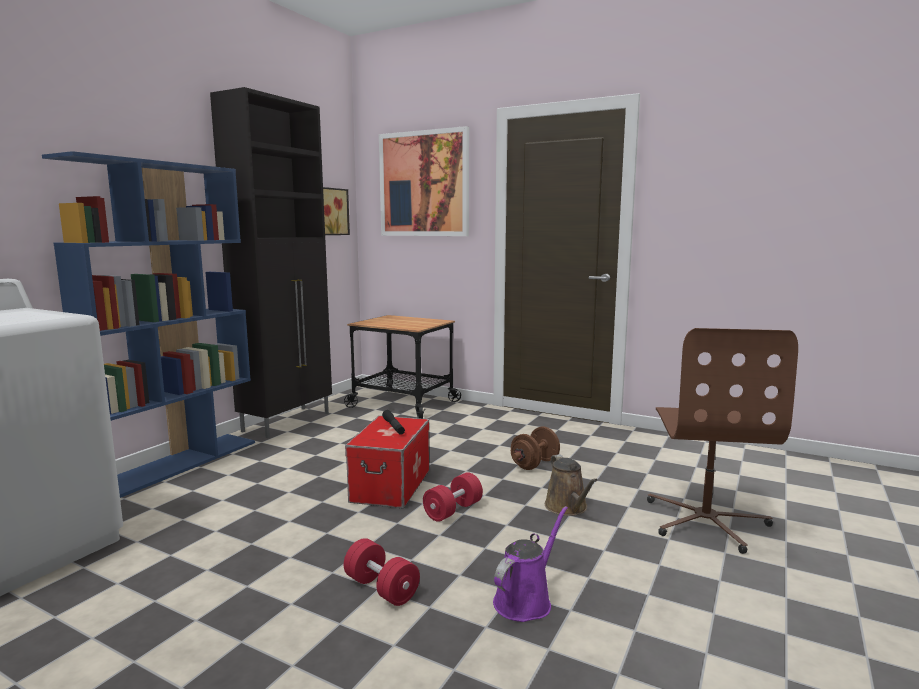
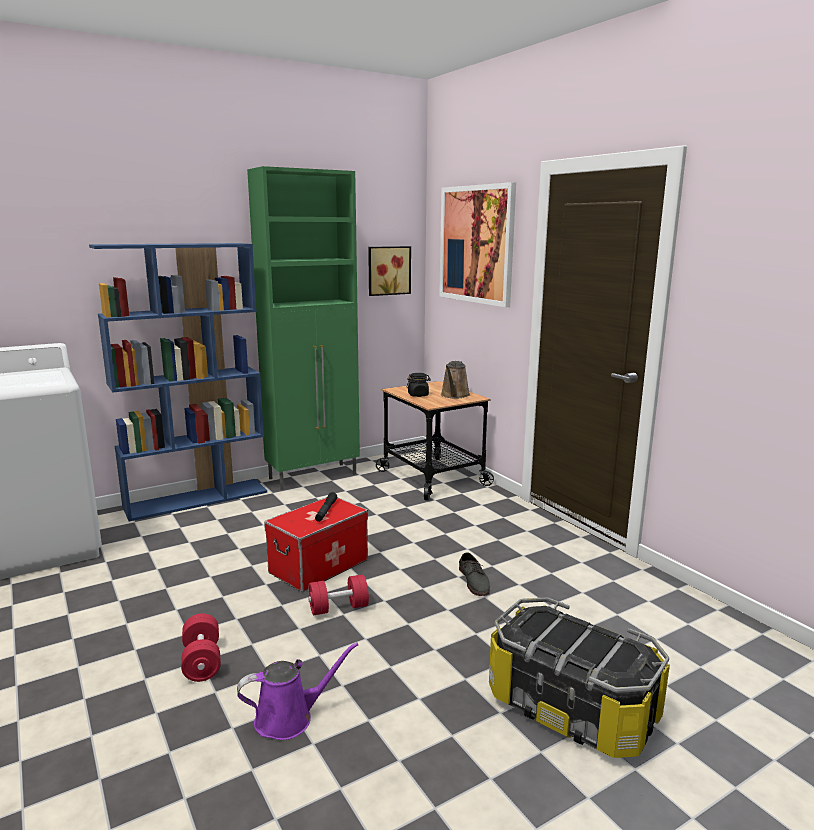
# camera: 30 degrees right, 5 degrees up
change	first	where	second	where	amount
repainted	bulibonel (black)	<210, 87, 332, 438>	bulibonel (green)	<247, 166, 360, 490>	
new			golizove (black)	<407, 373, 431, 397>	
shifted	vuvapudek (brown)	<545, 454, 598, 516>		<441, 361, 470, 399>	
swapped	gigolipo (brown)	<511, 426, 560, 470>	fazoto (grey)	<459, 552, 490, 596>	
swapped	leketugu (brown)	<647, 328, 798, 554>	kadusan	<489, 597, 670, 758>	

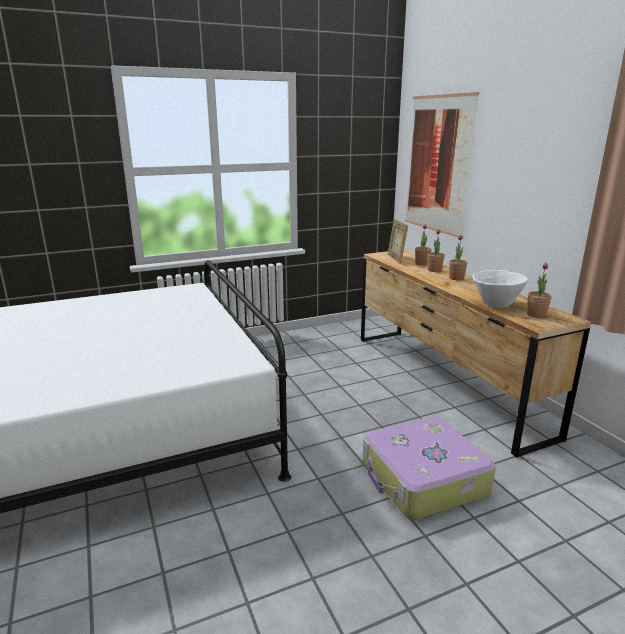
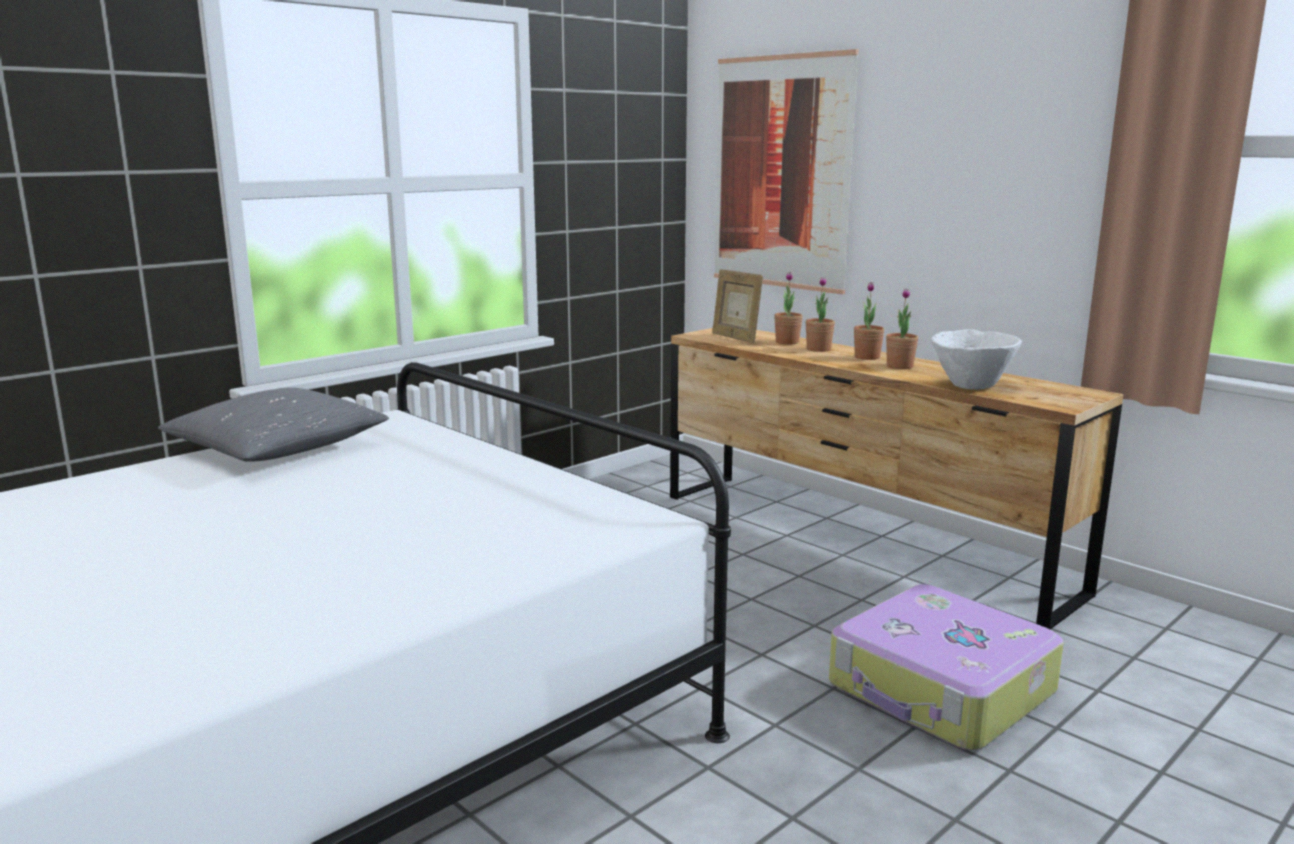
# camera: 20 degrees left, 5 degrees down
change	first	where	second	where	amount
new			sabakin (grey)	<158, 388, 389, 462>	
shifted	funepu	<527, 263, 552, 318>		<886, 288, 918, 369>	

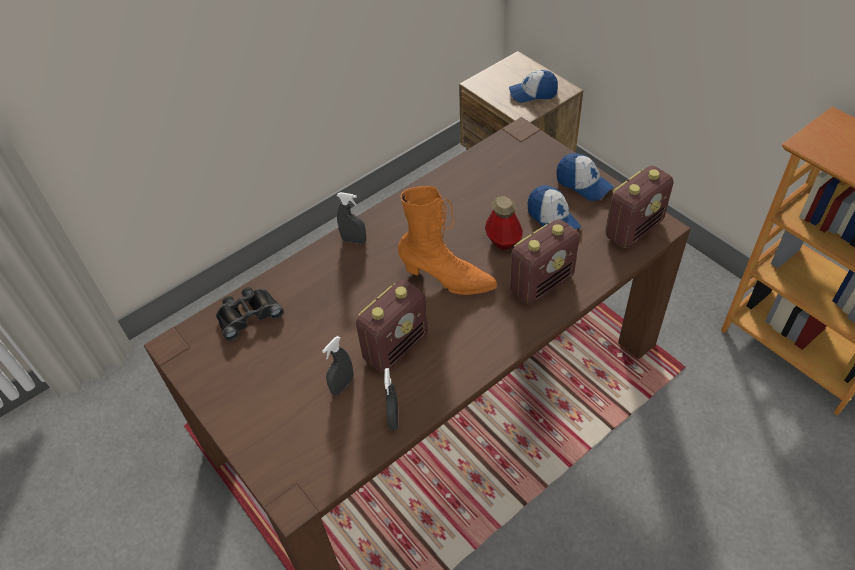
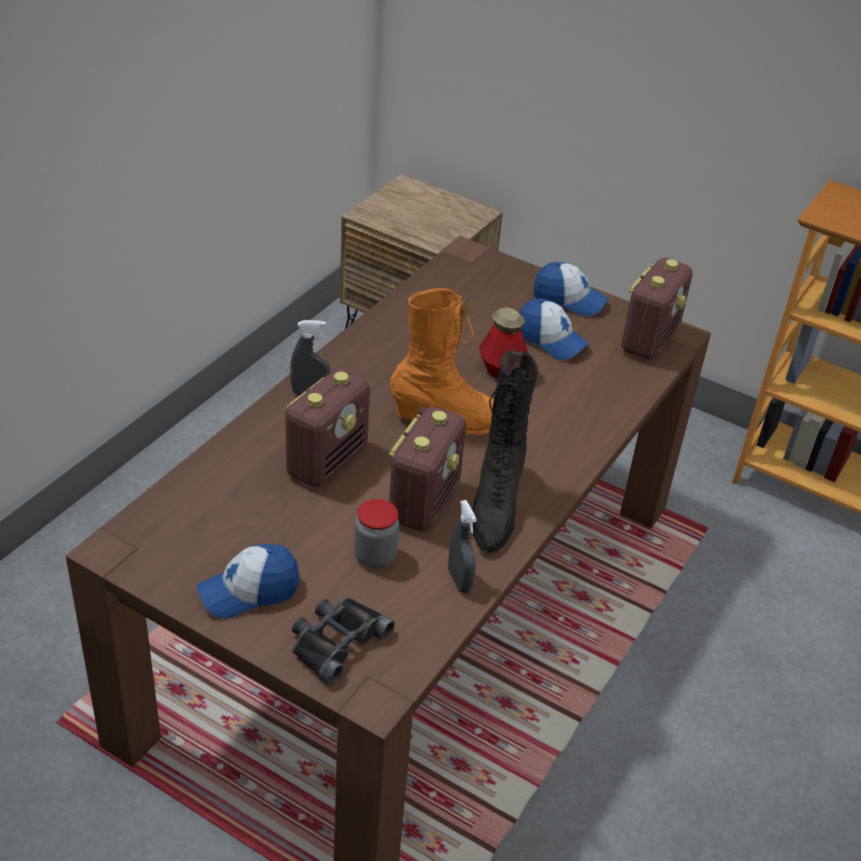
# camera: 25 degrees left, 10 degrees down
change	first	where	second	where	amount
shifted	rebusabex	<509, 70, 558, 103>		<196, 544, 299, 619>	
shifted	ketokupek	<510, 219, 579, 304>		<285, 368, 370, 487>	
shifted	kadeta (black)	<216, 287, 284, 341>		<292, 597, 395, 685>	
swapped	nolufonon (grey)	<322, 336, 353, 395>	golizove	<354, 499, 399, 568>	
new			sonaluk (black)	<472, 351, 539, 553>	

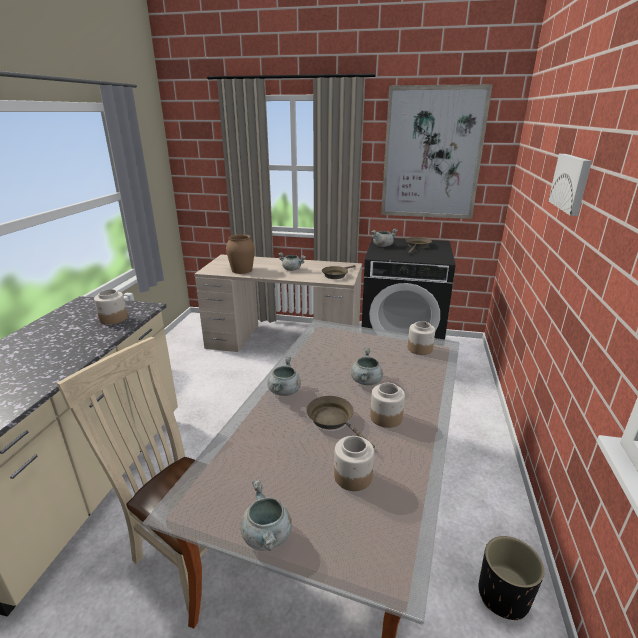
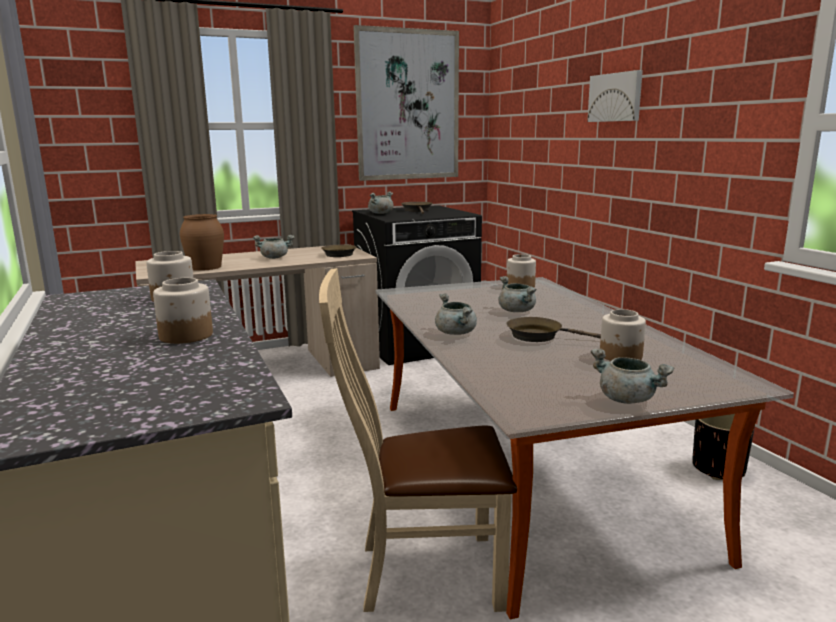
# camera: 35 degrees left, 10 degrees down
change	first	where	second	where	amount
shifted	golizove	<370, 383, 405, 428>		<153, 278, 213, 344>	

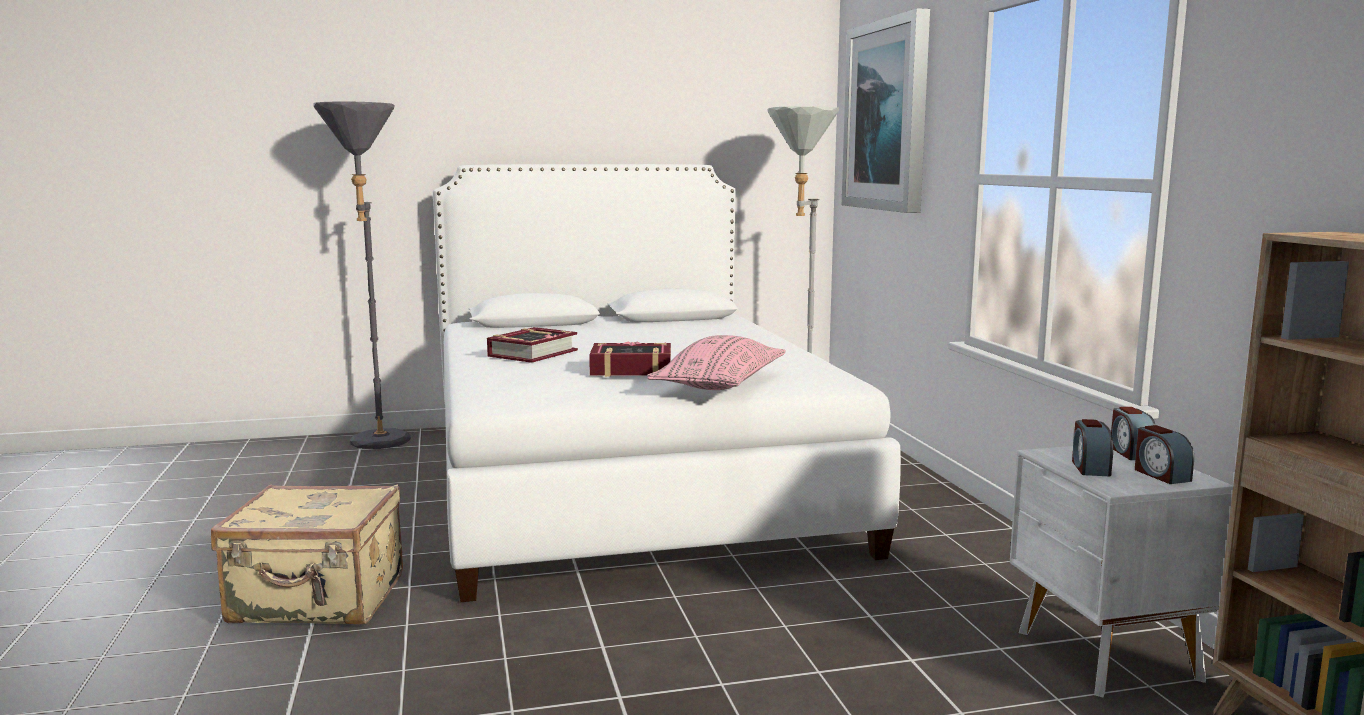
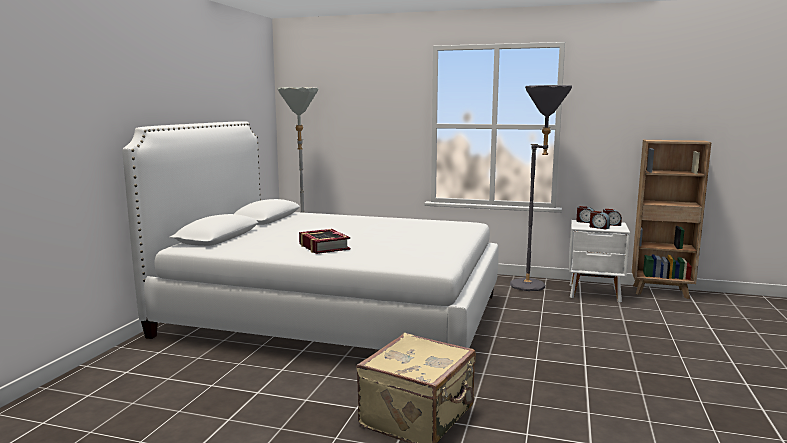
# camera: 60 degrees left, 0 degrees up
change	first	where	second	where	amount
shifted	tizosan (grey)	<313, 101, 411, 449>		<510, 85, 572, 291>	
gone	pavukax	<589, 341, 671, 377>			
gone	sabakin (pink)	<647, 335, 786, 390>			
gone	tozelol	<842, 8, 930, 213>			

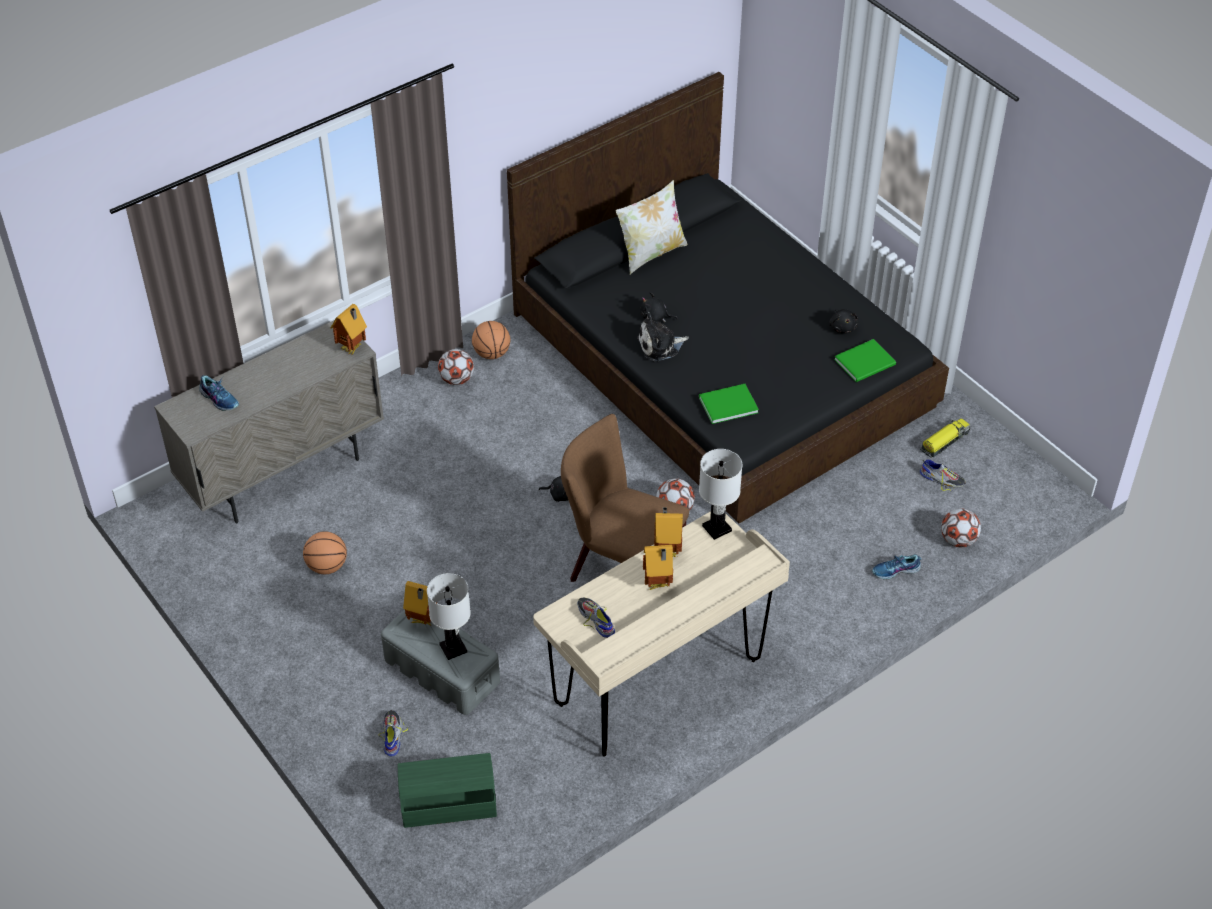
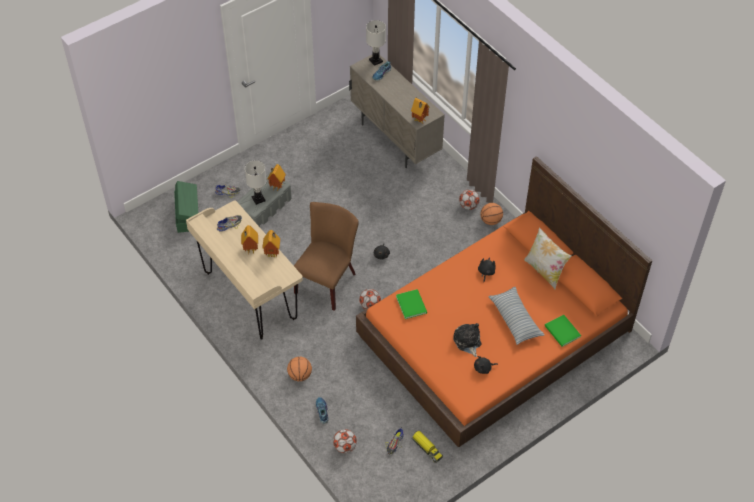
# camera: 90 degrees right, 5 degrees up
change	first	where	second	where	amount
shifted	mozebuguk	<303, 531, 347, 574>		<287, 357, 312, 381>	
repainted	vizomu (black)	<507, 72, 949, 523>	vizomu (orange)	<356, 156, 652, 447>	
shifted	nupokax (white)	<699, 449, 742, 540>		<366, 20, 386, 66>	
shifted	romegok	<637, 312, 689, 361>		<453, 323, 481, 357>	
new			sabakin	<488, 287, 545, 345>	
shifted	pavukax (green)	<834, 339, 896, 382>		<544, 315, 581, 347>	

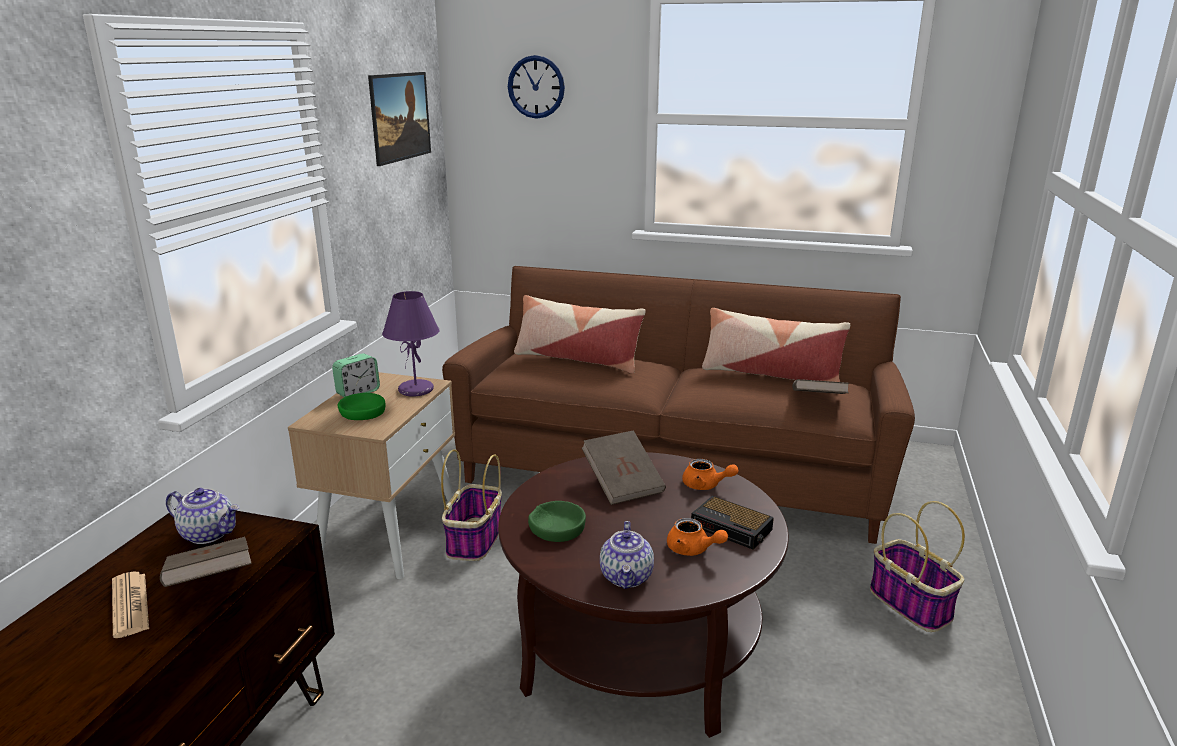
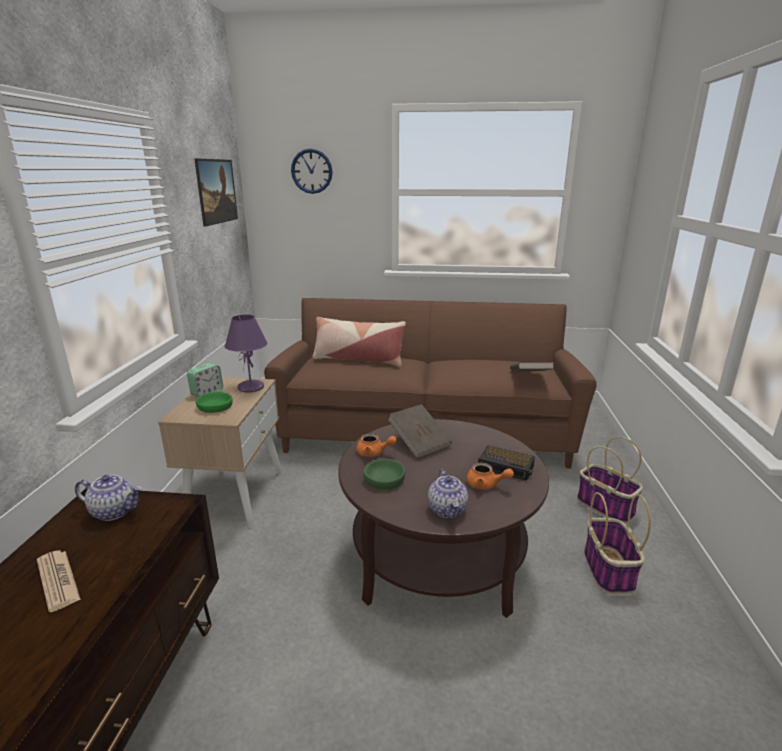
# camera: 10 degrees left, 0 degrees up
change	first	where	second	where	amount
shifted	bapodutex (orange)	<682, 459, 738, 490>		<357, 433, 397, 457>	
shifted	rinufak	<441, 449, 502, 561>		<584, 492, 651, 594>	
gone	pavukax (brown)	<160, 537, 252, 587>			
gone	sabakin	<702, 308, 850, 382>			

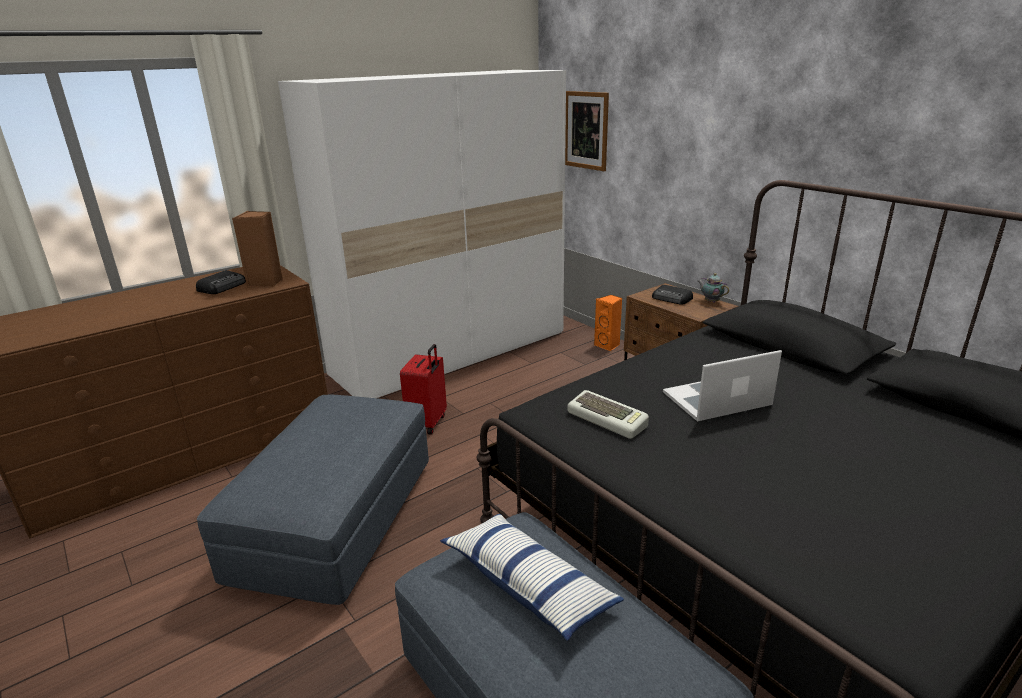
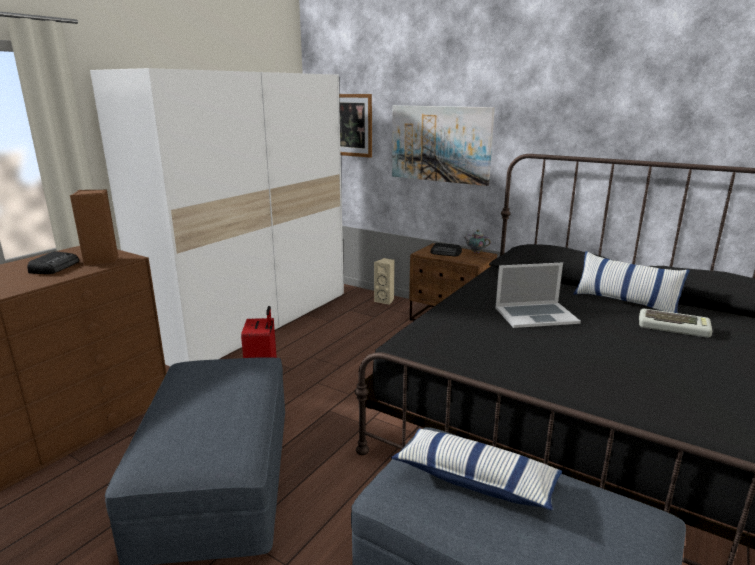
# camera: 20 degrees left, 5 degrees down
change	first	where	second	where	amount
repainted	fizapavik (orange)	<594, 295, 622, 351>	fizapavik (beige)	<374, 258, 395, 305>	
new			tozelol	<392, 105, 495, 186>	
rotated	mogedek	<663, 350, 782, 421>		<495, 262, 581, 328>	150 degrees counterclockwise
new			sabakin	<573, 251, 690, 313>	
shifted	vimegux	<568, 390, 649, 439>		<639, 309, 712, 338>	

